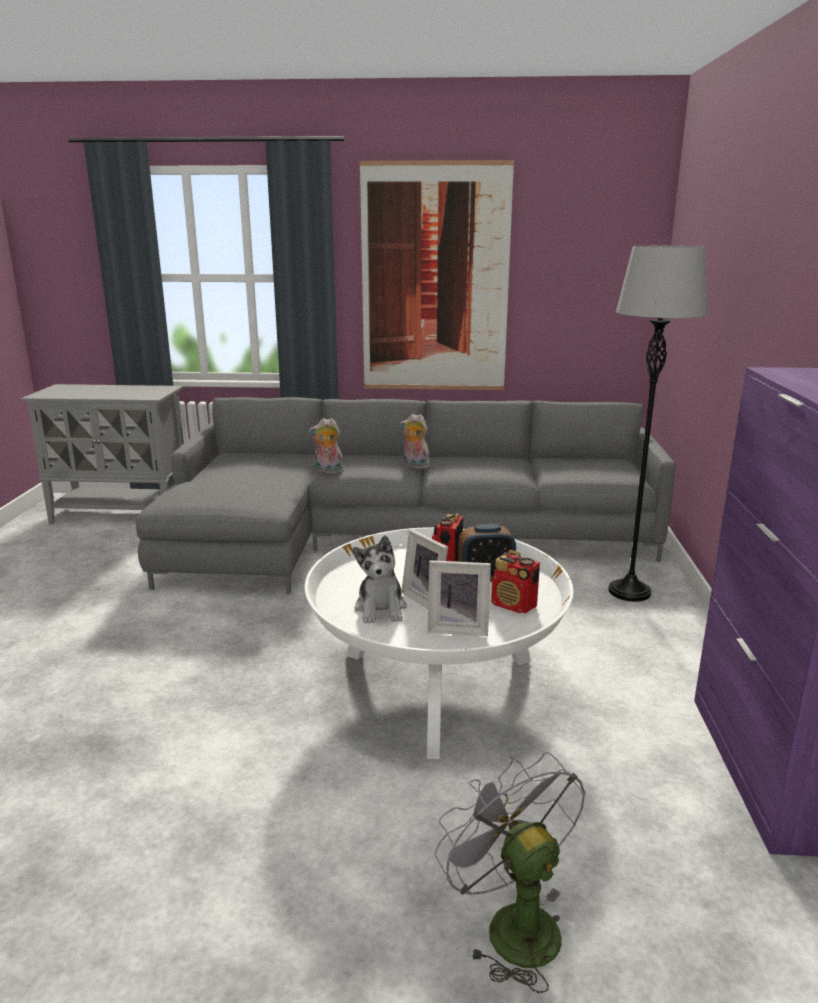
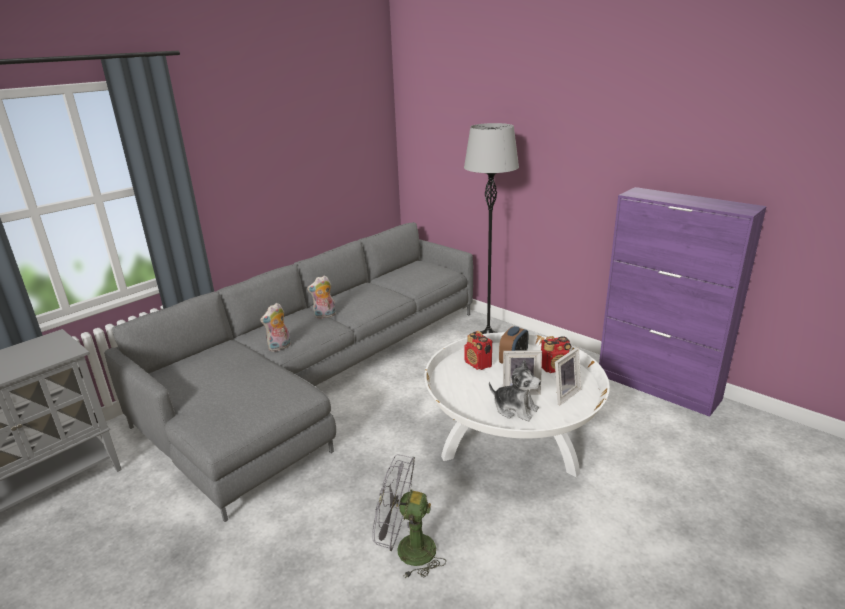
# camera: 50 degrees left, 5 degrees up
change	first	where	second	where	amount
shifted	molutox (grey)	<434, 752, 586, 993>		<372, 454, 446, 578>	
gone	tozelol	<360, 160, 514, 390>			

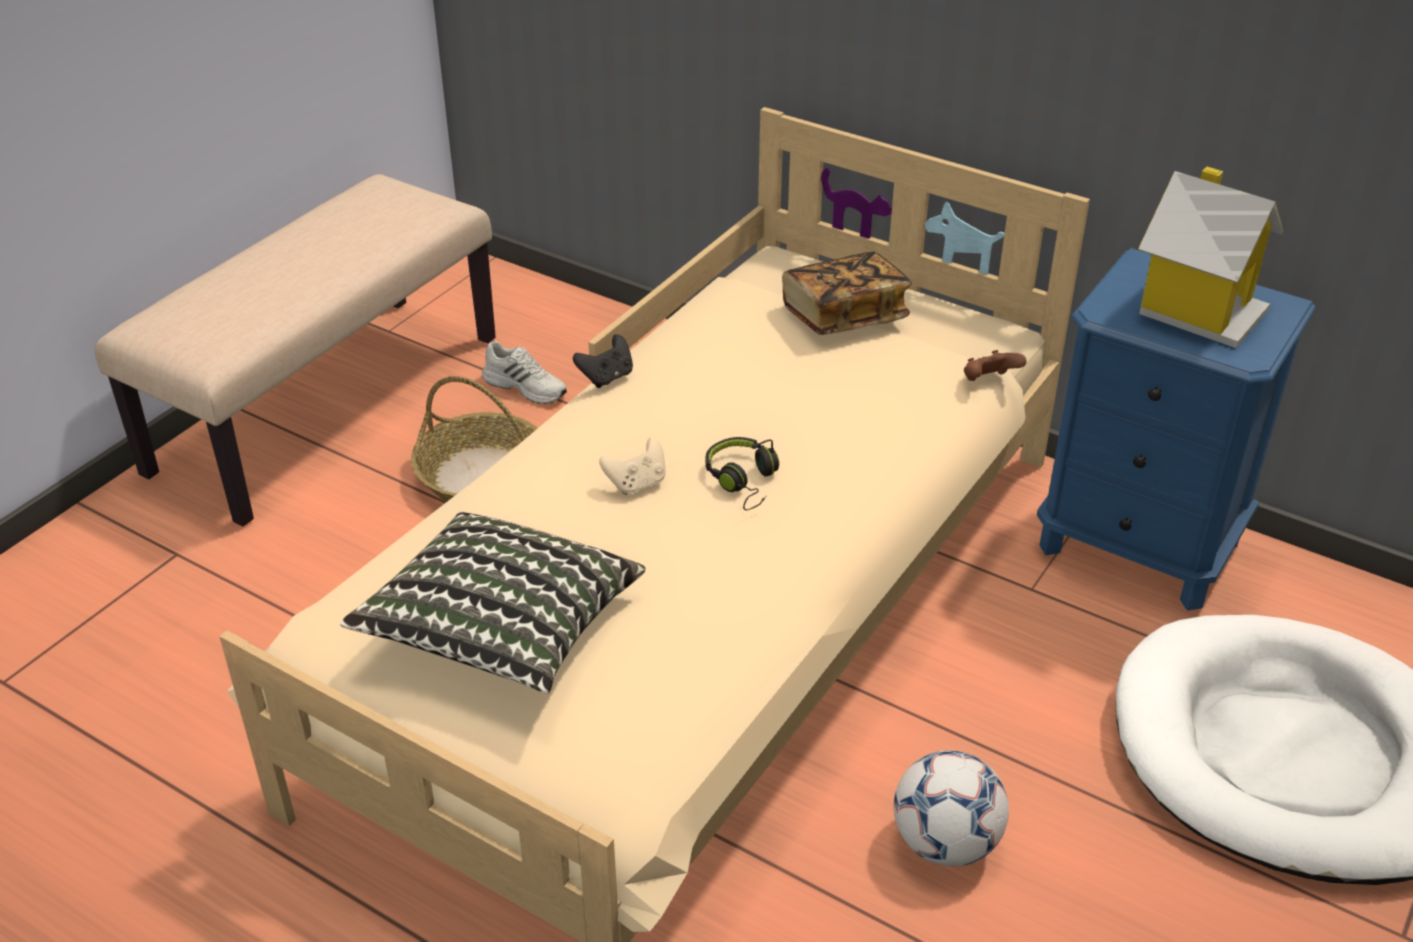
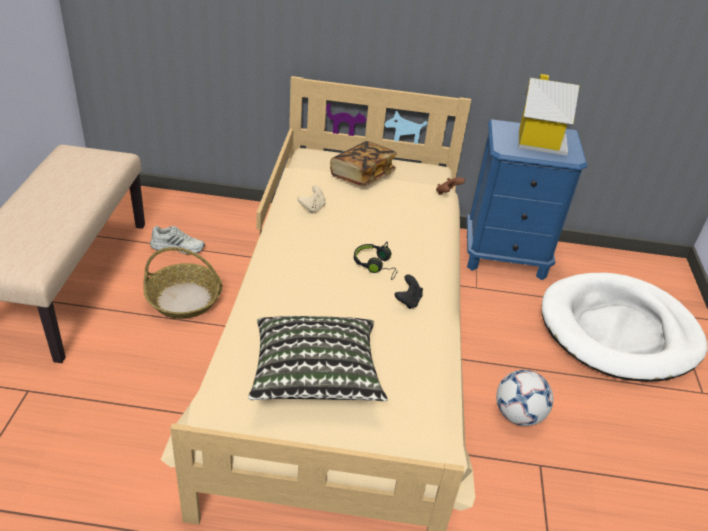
# camera: 30 degrees left, 0 degrees up
change	first	where	second	where	amount
shifted	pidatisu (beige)	<599, 438, 665, 495>		<297, 185, 326, 213>	
shifted	pidatisu (black)	<573, 334, 633, 388>		<395, 274, 423, 309>	

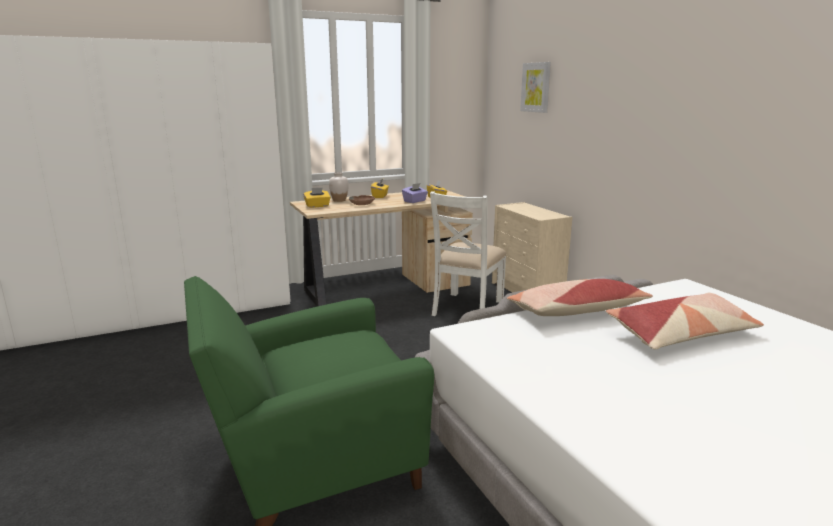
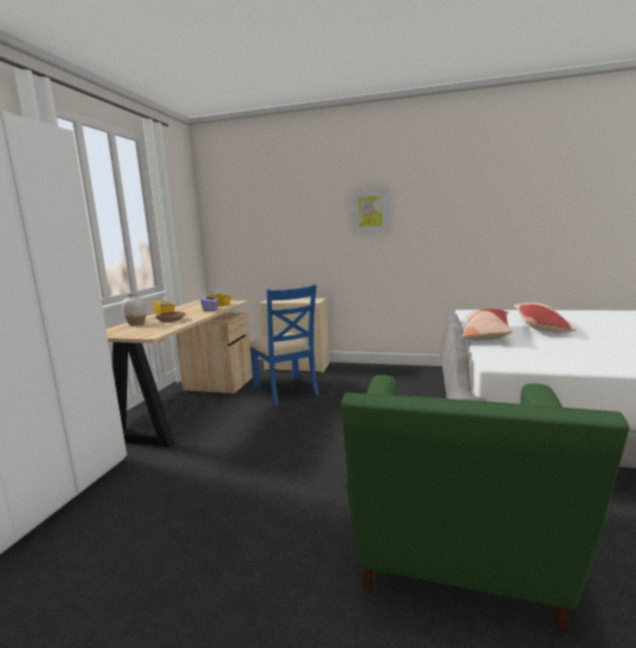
# camera: 50 degrees left, 5 degrees down
change	first	where	second	where	amount
repainted	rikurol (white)	<430, 191, 507, 316>	rikurol (blue)	<250, 284, 319, 405>	
shifted	tozelol	<520, 62, 551, 113>		<353, 189, 388, 233>	
gone	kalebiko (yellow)	<303, 188, 331, 208>			

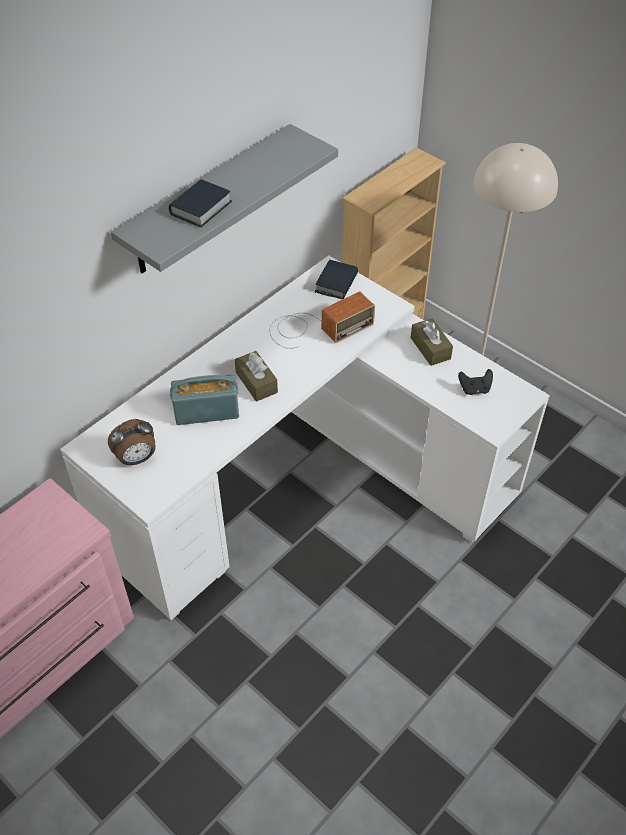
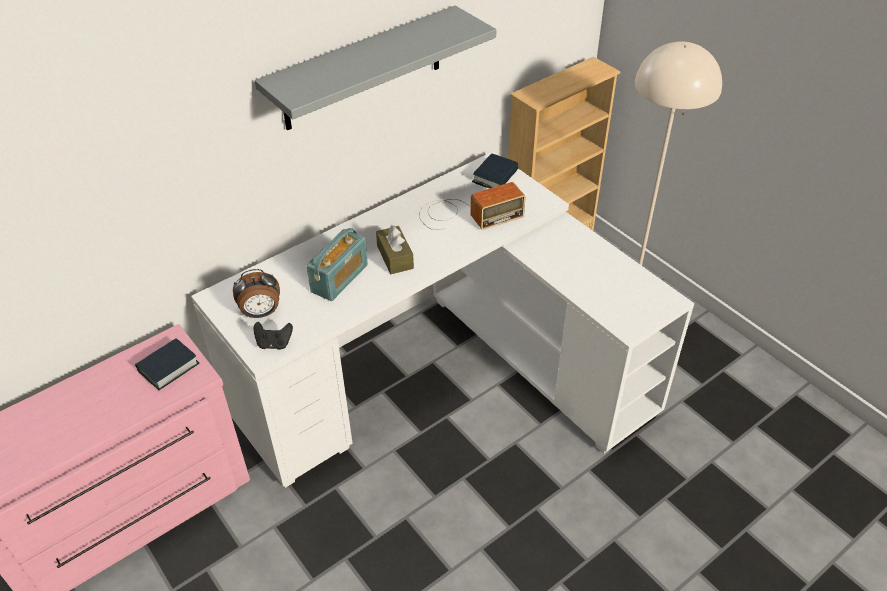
# camera: 10 degrees right, 5 degrees down
change	first	where	second	where	amount
shifted	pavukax	<169, 179, 232, 227>		<135, 338, 200, 390>	
shifted	pidatisu (black)	<458, 369, 493, 395>		<254, 322, 293, 350>	
rotated	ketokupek	<170, 374, 239, 425>		<306, 228, 368, 301>	120 degrees clockwise
gone	kalebiko (brown)	<411, 318, 453, 366>			

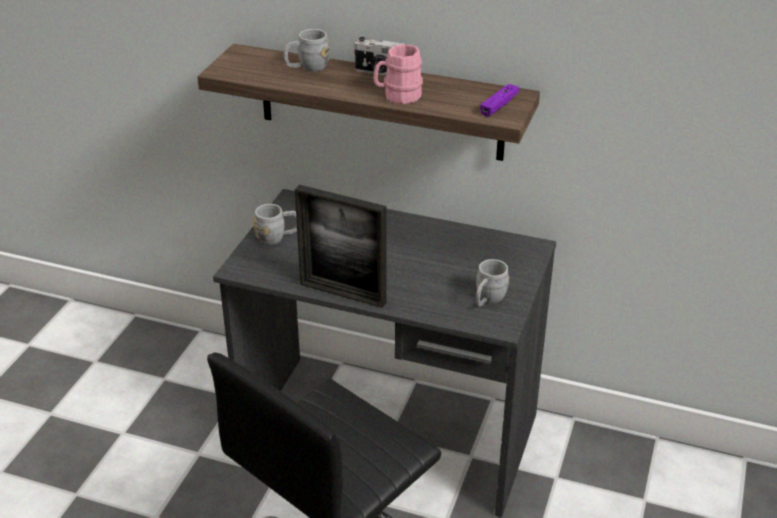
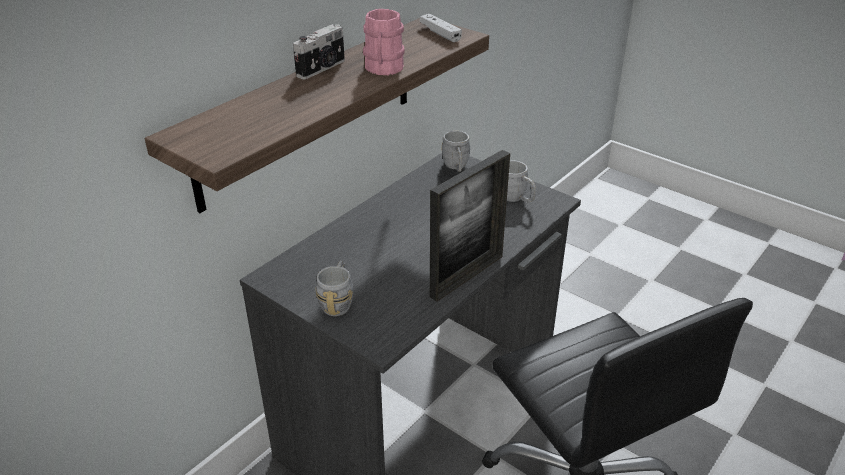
# camera: 70 degrees left, 0 degrees up
change	first	where	second	where	amount
repainted	pidatisu (purple)	<480, 84, 519, 117>	pidatisu (white)	<420, 14, 462, 42>	
shifted	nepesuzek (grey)	<283, 29, 329, 72>		<441, 131, 470, 172>	

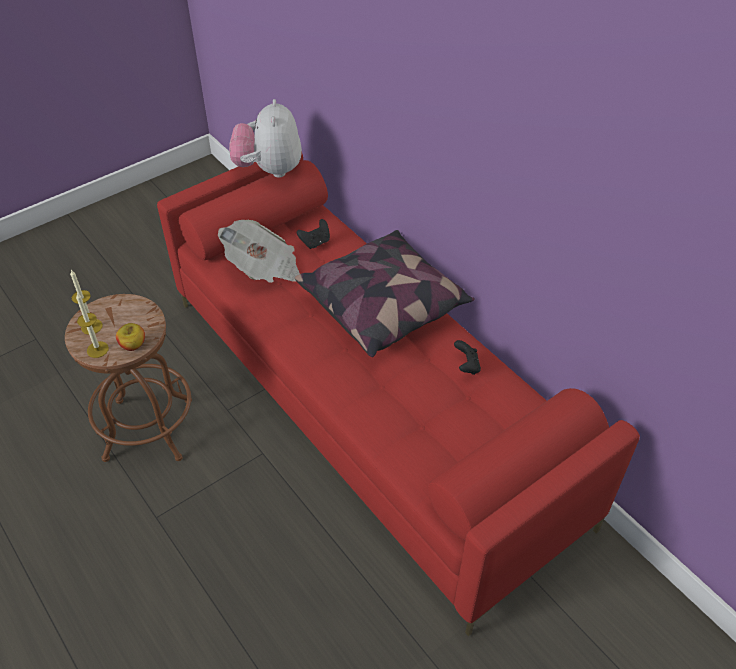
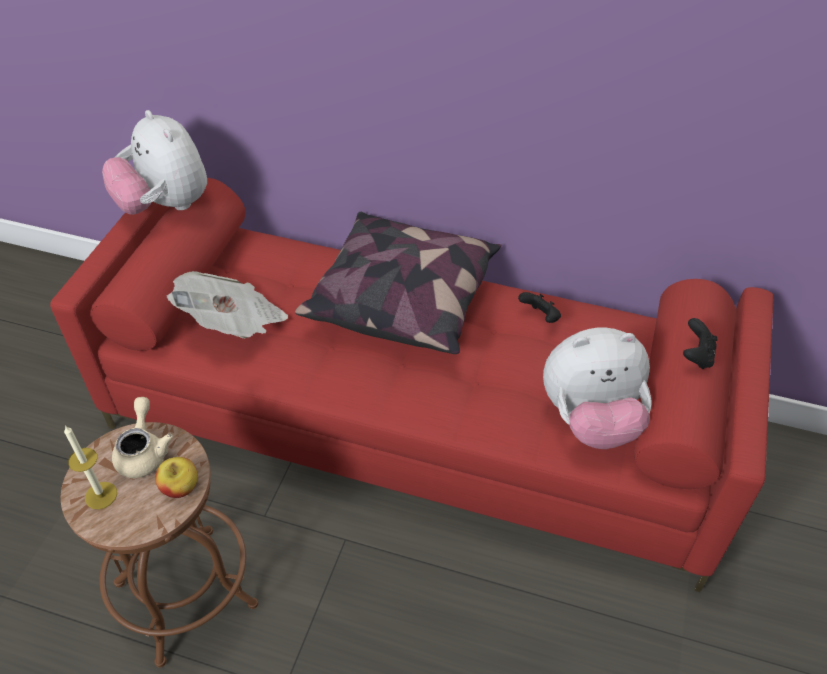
# camera: 35 degrees left, 0 degrees up
change	first	where	second	where	amount
new			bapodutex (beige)	<112, 397, 173, 478>	
new			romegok	<543, 327, 652, 449>	
shifted	pidatisu (black)	<297, 219, 330, 249>		<683, 318, 718, 369>	
gone	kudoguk	<76, 293, 109, 358>			

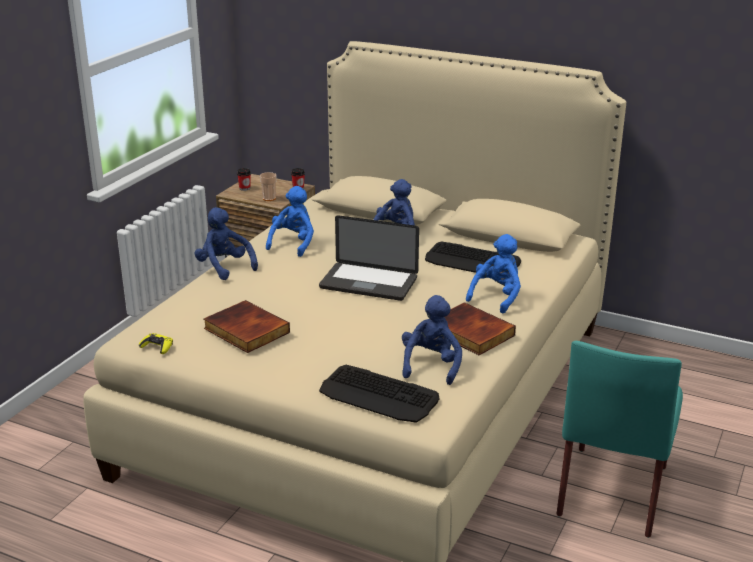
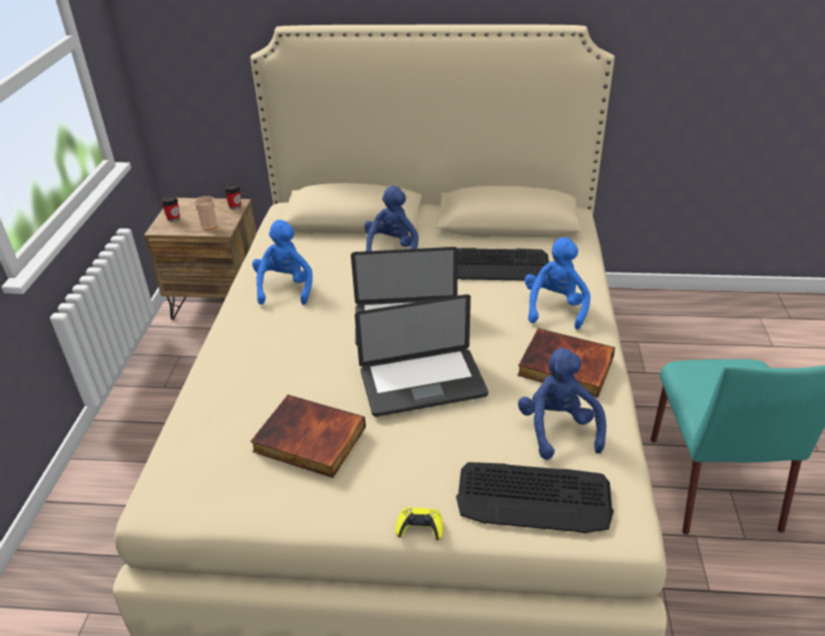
# camera: 20 degrees left, 10 degrees up
change	first	where	second	where	amount
new			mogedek	<355, 294, 488, 417>	
shifted	pidatisu (yellow)	<139, 333, 173, 354>		<395, 507, 443, 540>	
gone	romegok (blue)	<195, 207, 258, 280>			

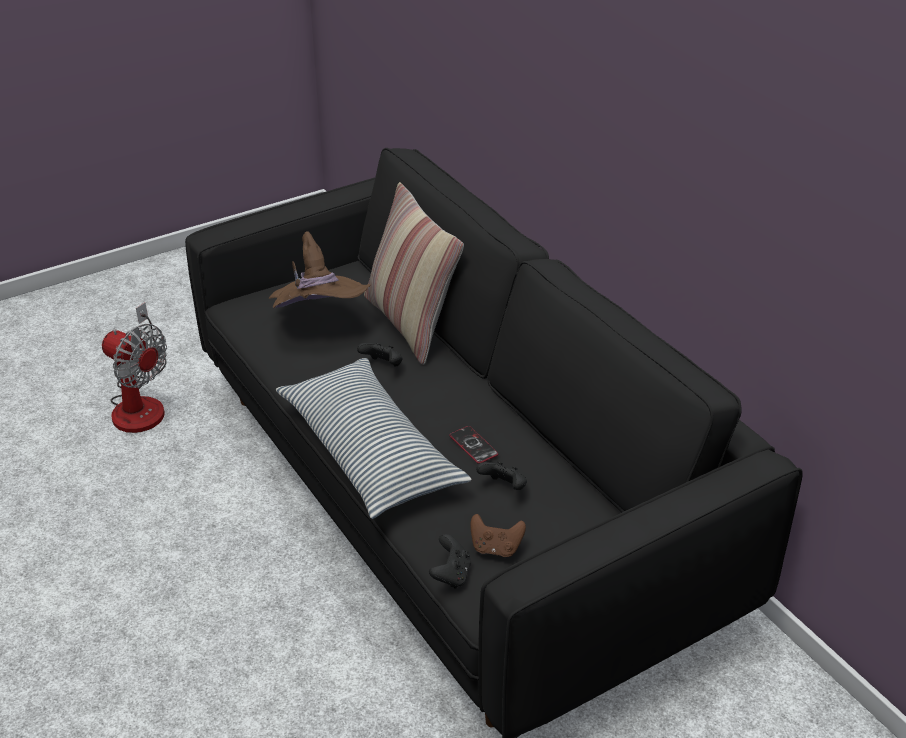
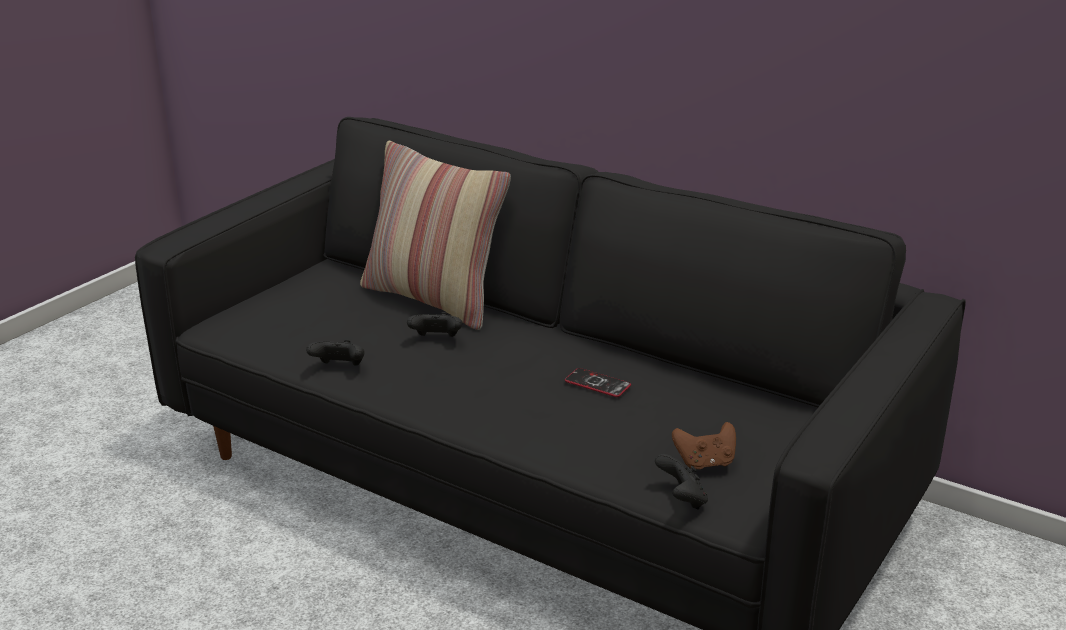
# camera: 25 degrees left, 10 degrees down
change	first	where	second	where	amount
shifted	pidatisu (black)	<476, 461, 527, 490>		<306, 340, 365, 365>	
gone	molutox	<102, 303, 167, 433>			
gone	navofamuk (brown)	<269, 231, 371, 309>			
gone	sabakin	<276, 358, 471, 519>			

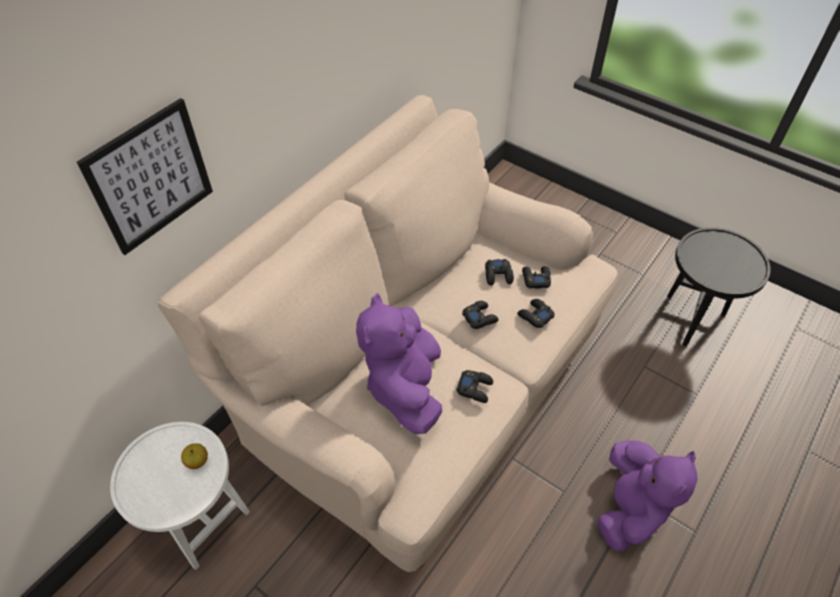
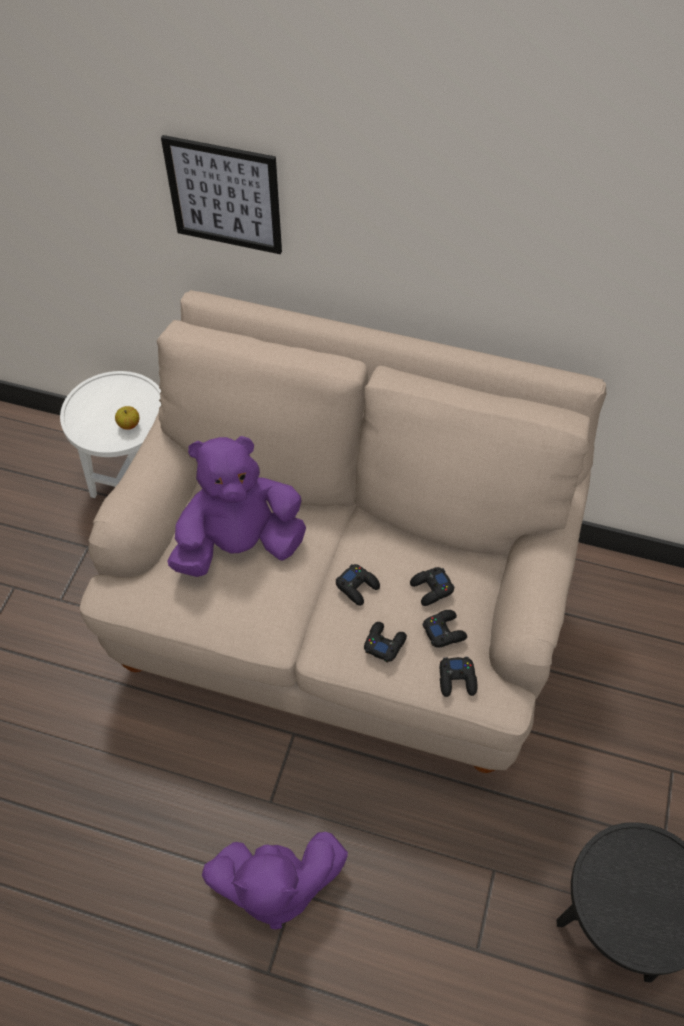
# camera: 70 degrees right, 5 degrees up
change	first	where	second	where	amount
shifted	pidatisu (black)	<456, 370, 493, 403>		<440, 657, 477, 697>	

